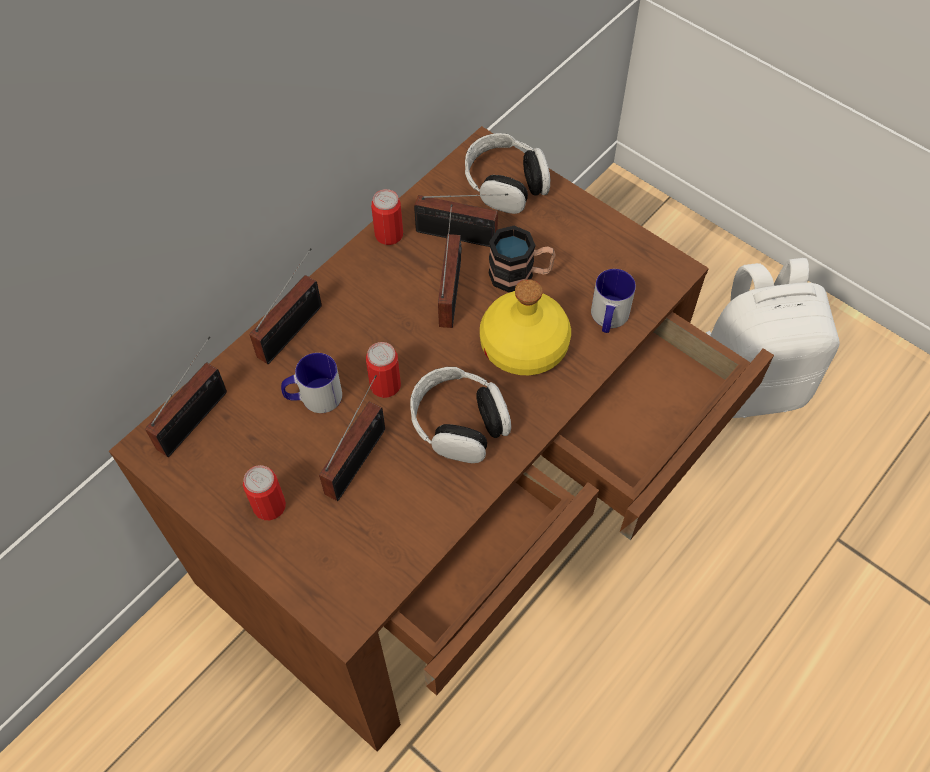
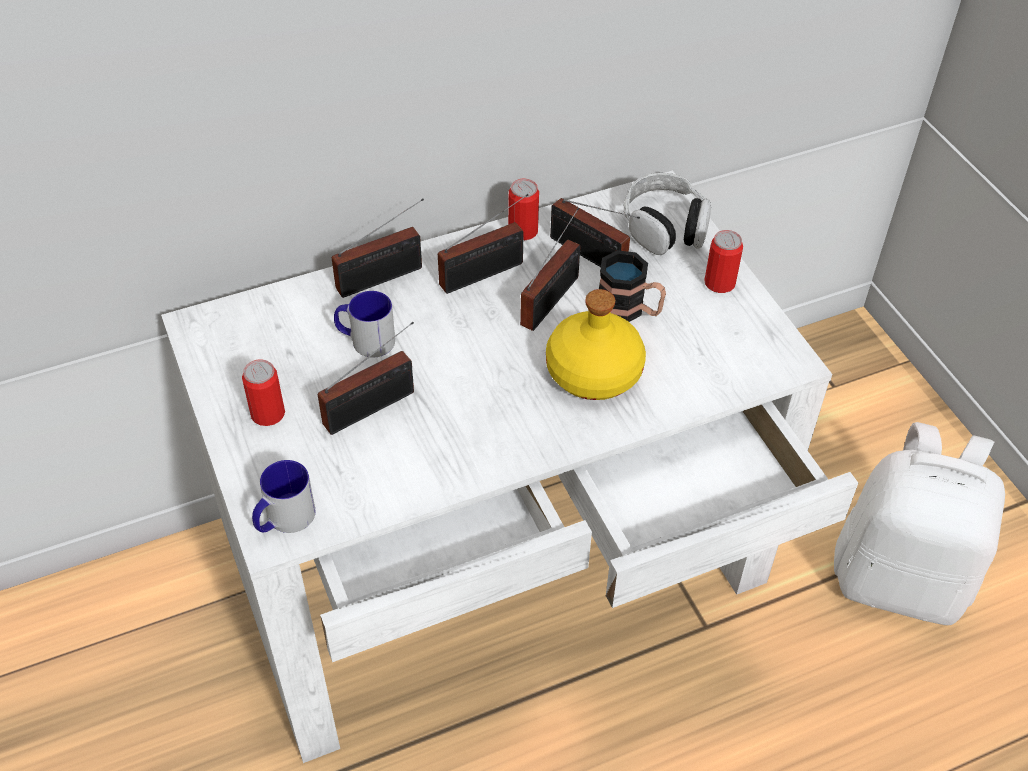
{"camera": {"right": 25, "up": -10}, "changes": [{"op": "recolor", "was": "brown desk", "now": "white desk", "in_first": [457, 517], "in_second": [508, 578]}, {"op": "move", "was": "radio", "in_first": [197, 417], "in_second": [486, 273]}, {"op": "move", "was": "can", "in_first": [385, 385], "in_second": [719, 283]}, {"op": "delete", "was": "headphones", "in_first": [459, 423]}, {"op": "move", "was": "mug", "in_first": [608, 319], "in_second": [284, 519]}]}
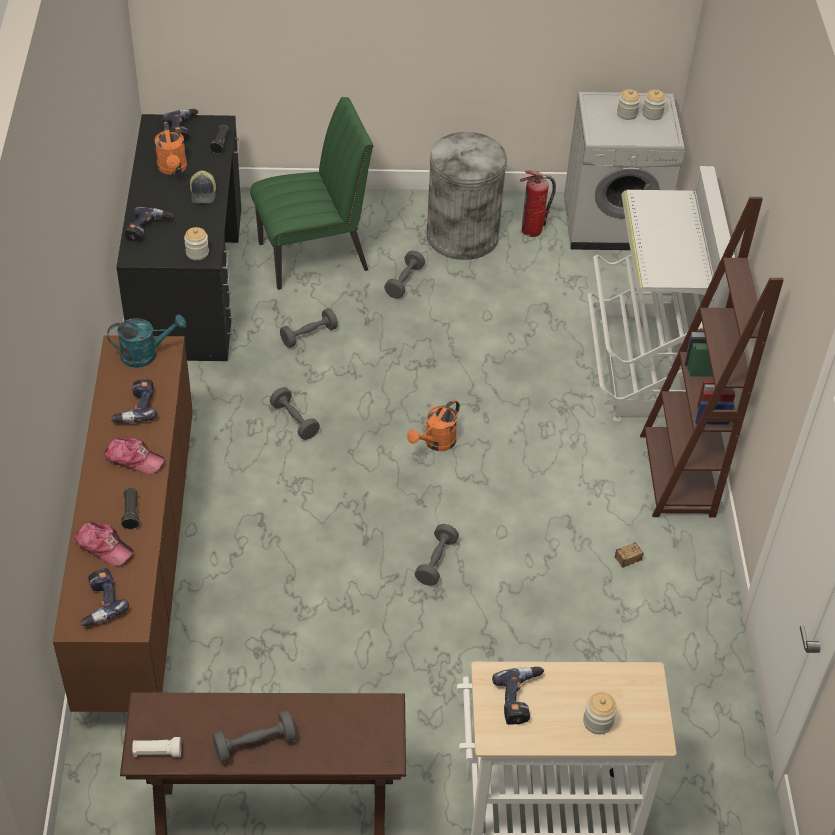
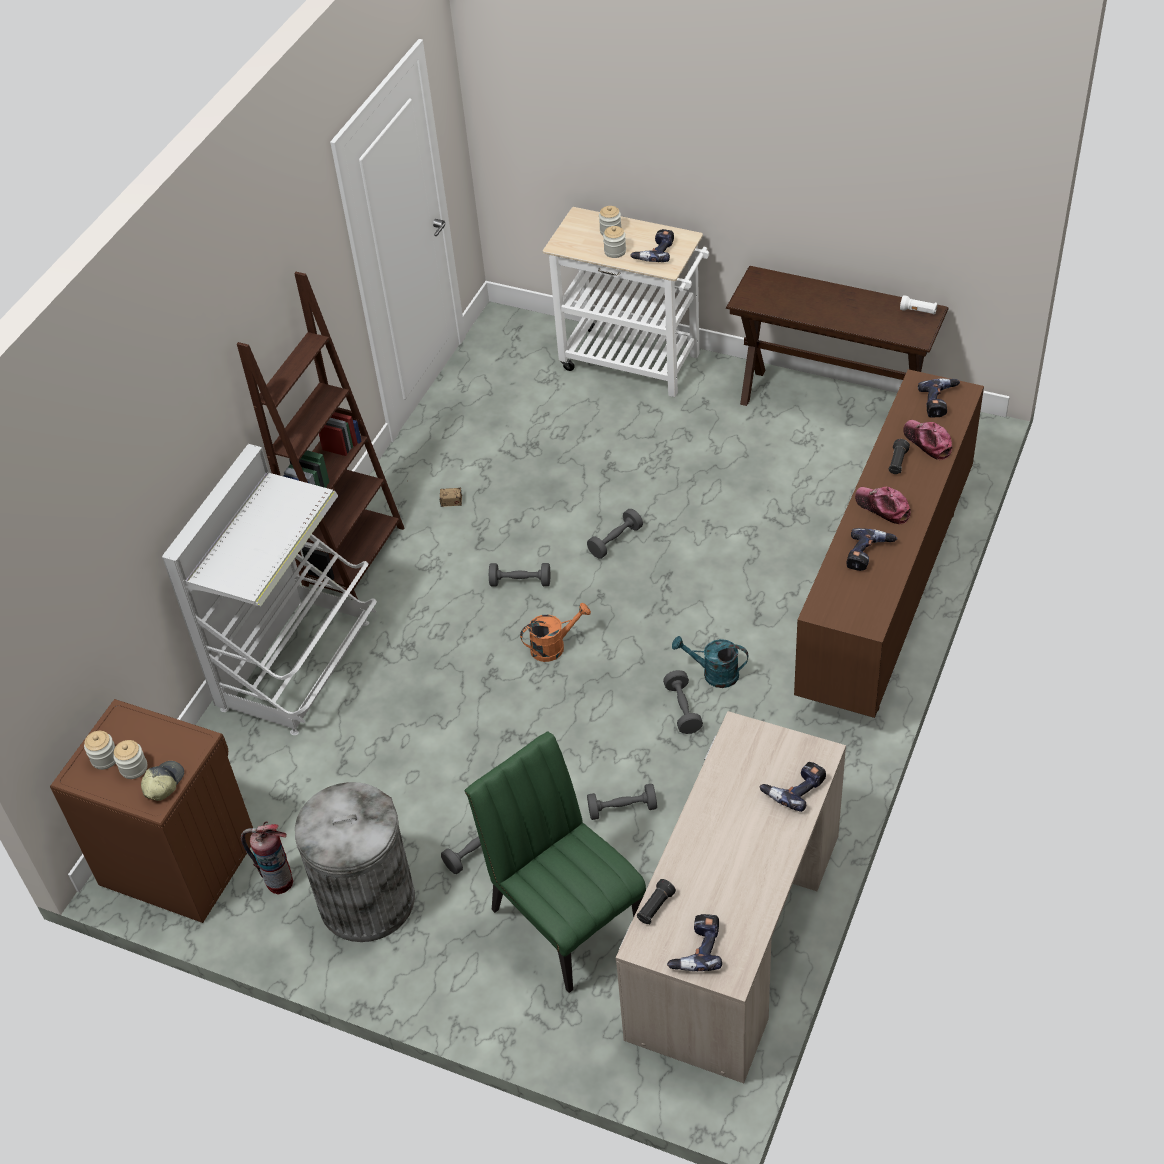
{"camera": {"right": -150, "up": 0}, "changes": [{"op": "move", "was": "turquoise watering can", "in_first": [146, 354], "in_second": [714, 674]}, {"op": "recolor", "was": "black desk", "now": "beige desk", "in_first": [189, 280], "in_second": [733, 934]}, {"op": "delete", "was": "orange watering can", "in_first": [173, 169]}, {"op": "move", "was": "jar", "in_first": [197, 253], "in_second": [615, 251]}, {"op": "move", "was": "cap", "in_first": [204, 193], "in_second": [163, 783]}, {"op": "move", "was": "grey dumbbell", "in_first": [255, 744], "in_second": [520, 582]}, {"op": "rotate", "was": "green chair", "in_first": [312, 257], "in_second": [567, 923], "clockwise": 45}, {"op": "recolor", "was": "white washing machine", "now": "brown washing machine", "in_first": [613, 225], "in_second": [179, 859]}]}
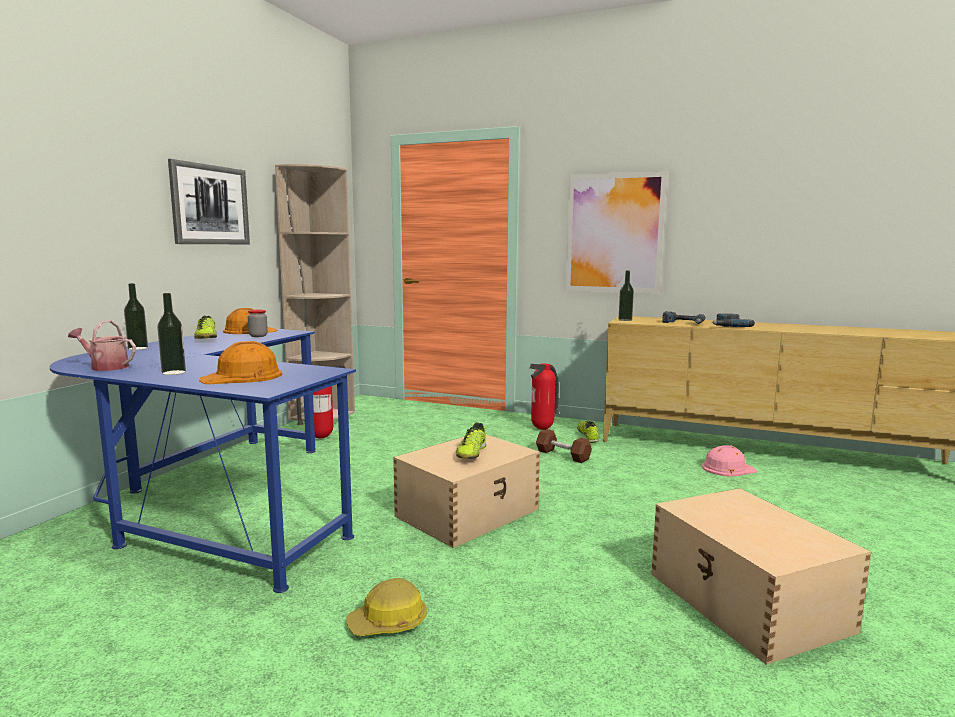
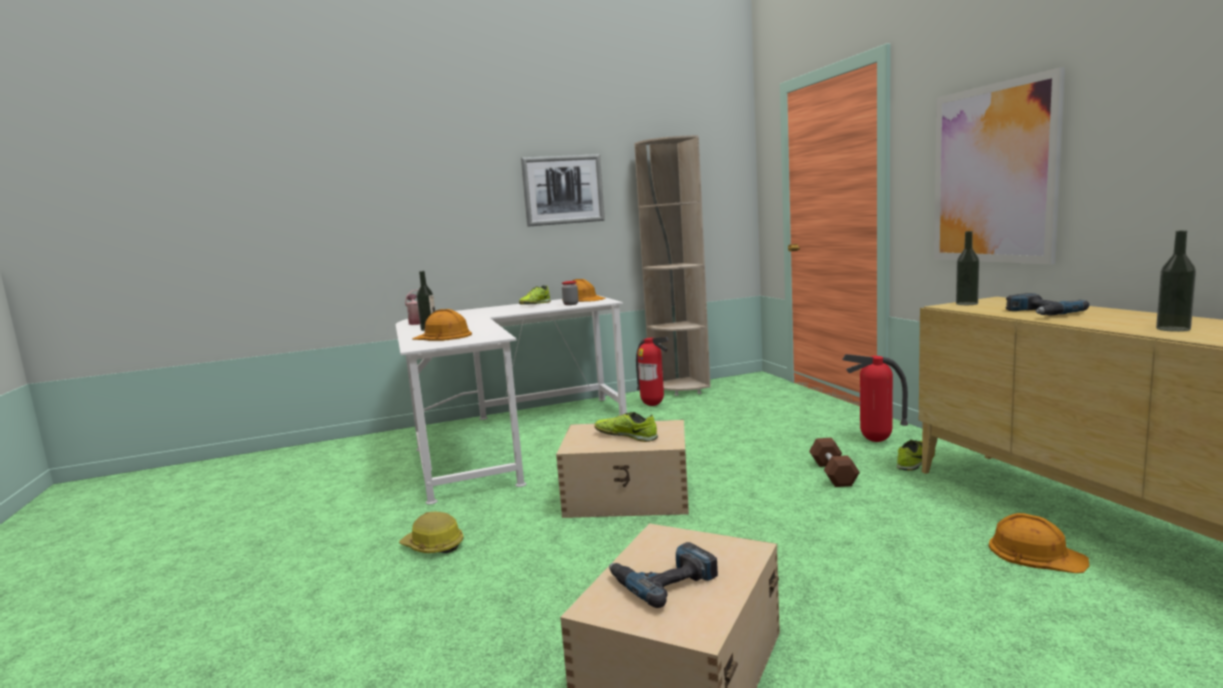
{"camera": {"right": 50, "up": 0}, "changes": [{"op": "recolor", "was": "blue desk", "now": "white desk", "in_first": [218, 503], "in_second": [504, 438]}, {"op": "move", "was": "bottle", "in_first": [138, 348], "in_second": [1173, 329]}, {"op": "rotate", "was": "shoe", "in_first": [471, 453], "in_second": [626, 436], "clockwise": 60}, {"op": "recolor", "was": "pink hard hat", "now": "orange hard hat", "in_first": [727, 468], "in_second": [1035, 553]}, {"op": "move", "was": "power drill", "in_first": [728, 326], "in_second": [663, 580]}]}
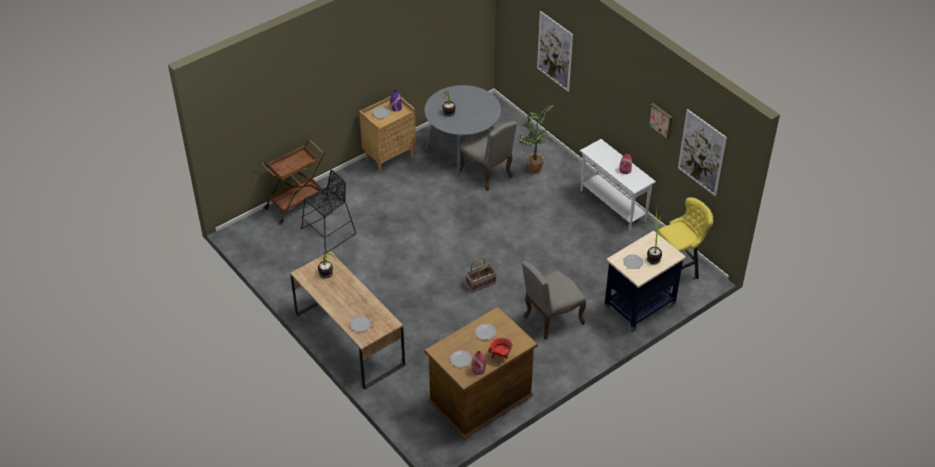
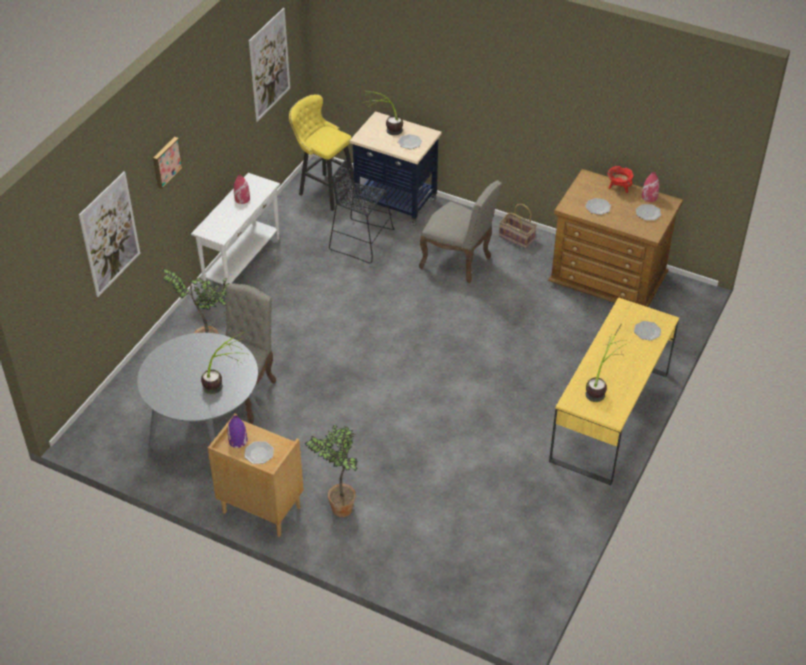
{"camera": {"right": -115, "up": 0}, "changes": [{"op": "delete", "was": "brown cart", "in_first": [297, 204]}, {"op": "recolor", "was": "brown desk", "now": "yellow desk", "in_first": [349, 339], "in_second": [609, 416]}, {"op": "move", "was": "black stool", "in_first": [328, 232], "in_second": [362, 240]}, {"op": "move", "was": "basket", "in_first": [481, 283], "in_second": [517, 238]}, {"op": "move", "was": "picture", "in_first": [661, 120], "in_second": [166, 162]}, {"op": "insert", "now": "potted plant", "in_second": [340, 507]}]}
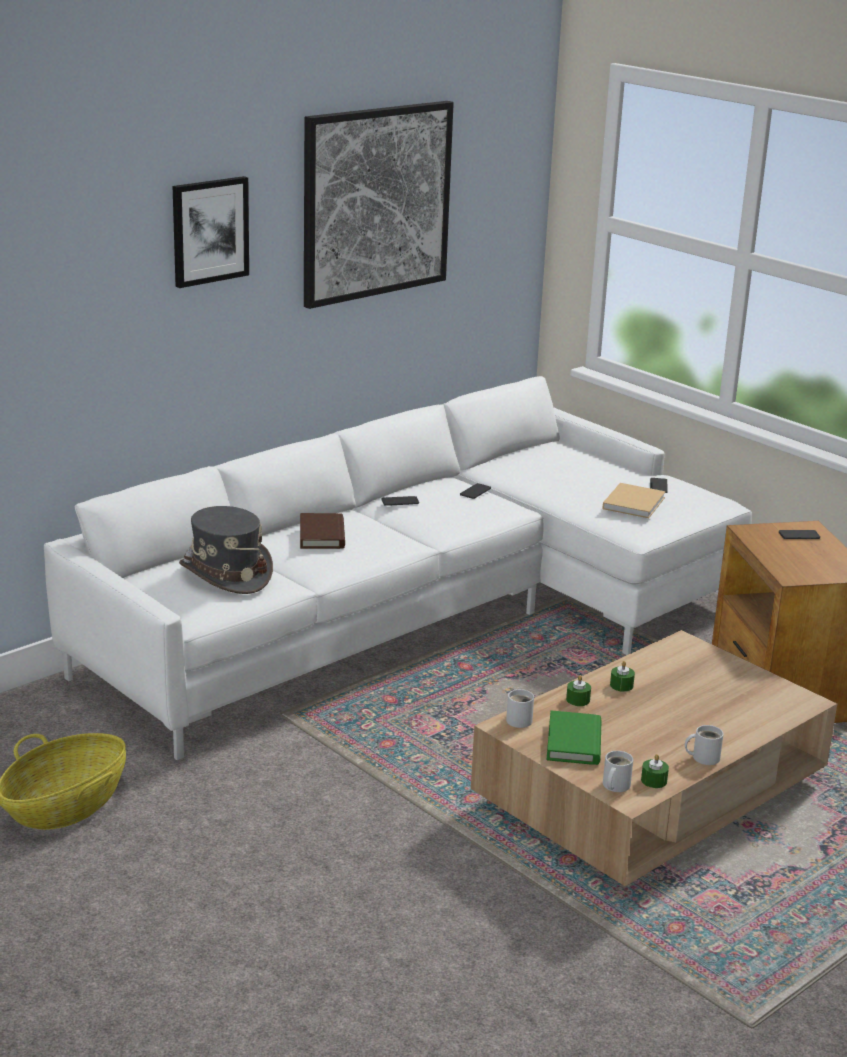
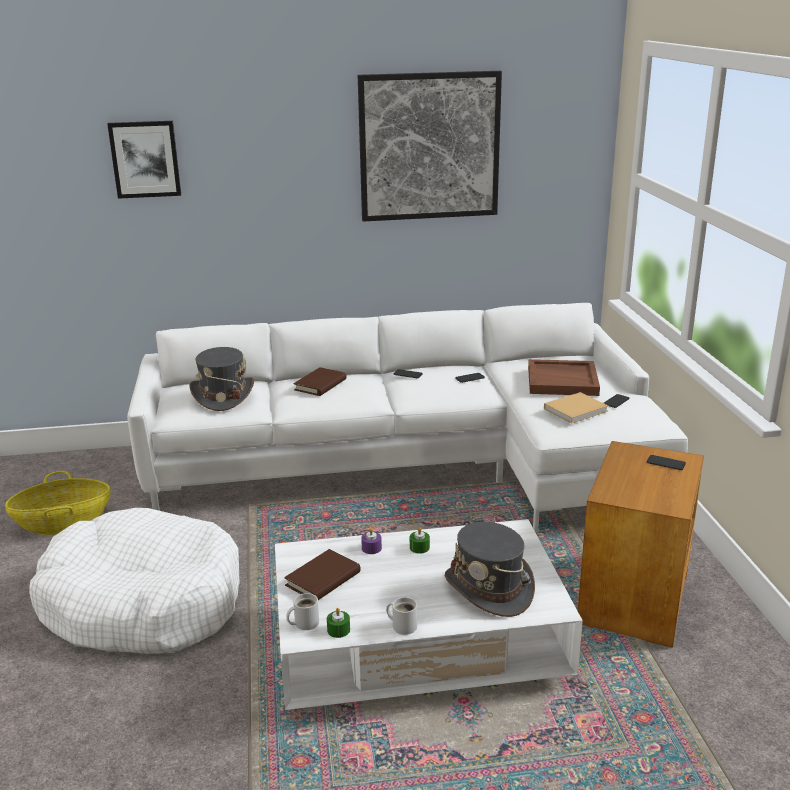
{"camera": {"right": 35, "up": 0}, "changes": [{"op": "move", "was": "picture", "in_first": [209, 231], "in_second": [145, 159]}, {"op": "recolor", "was": "brown coffee table", "now": "white coffee table", "in_first": [650, 794], "in_second": [418, 646]}, {"op": "delete", "was": "white mug", "in_first": [519, 719]}, {"op": "recolor", "was": "green book", "now": "brown book", "in_first": [574, 742], "in_second": [323, 579]}, {"op": "recolor", "was": "green candle", "now": "purple candle", "in_first": [578, 700], "in_second": [371, 548]}, {"op": "insert", "now": "white dog bed", "in_second": [142, 602]}, {"op": "insert", "now": "grey hat", "in_second": [489, 588]}, {"op": "insert", "now": "brown tray", "in_second": [563, 381]}]}
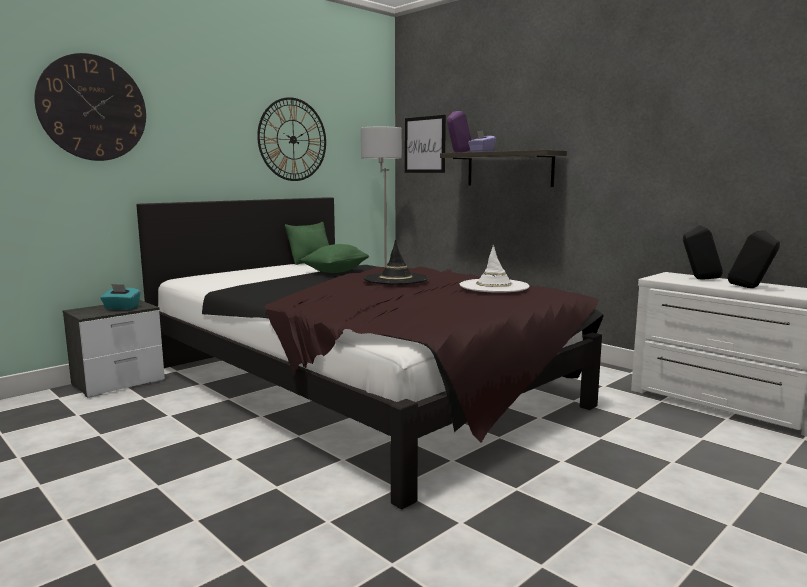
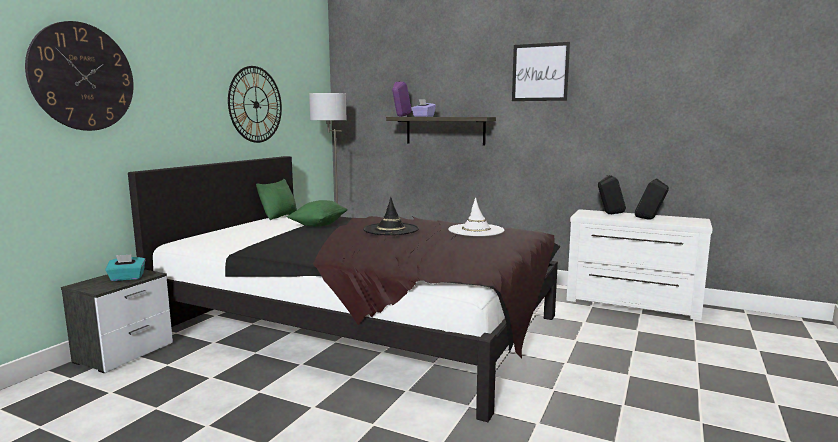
{"camera": {"right": -20, "up": 0}, "changes": [{"op": "move", "was": "picture", "in_first": [425, 144], "in_second": [540, 72]}]}
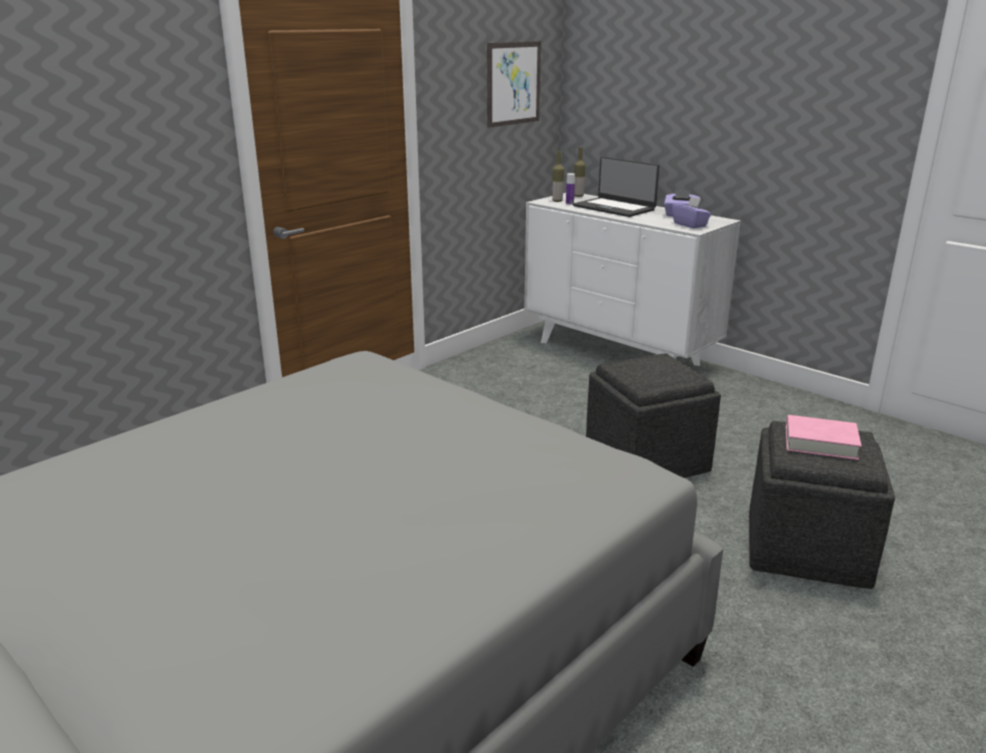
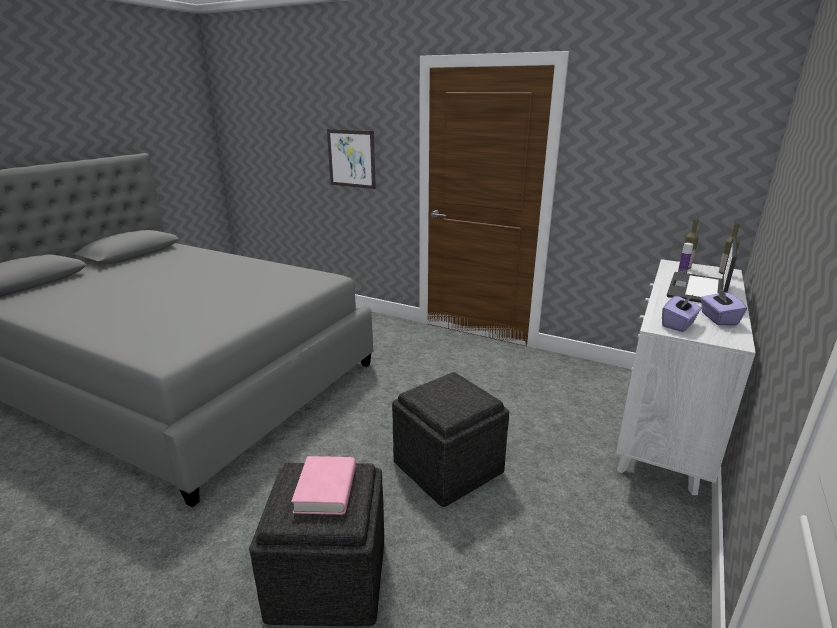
{"camera": {"right": 75, "up": 0}, "changes": [{"op": "move", "was": "picture", "in_first": [513, 83], "in_second": [351, 158]}]}
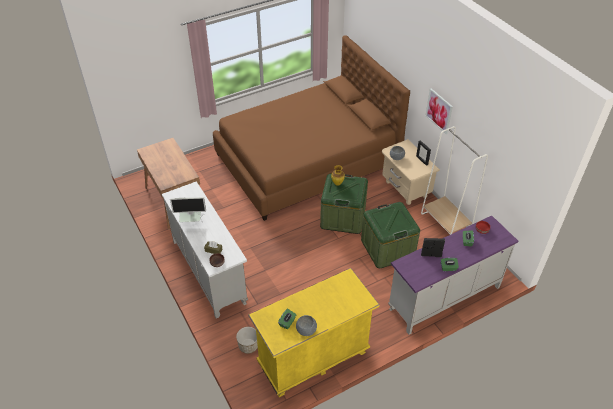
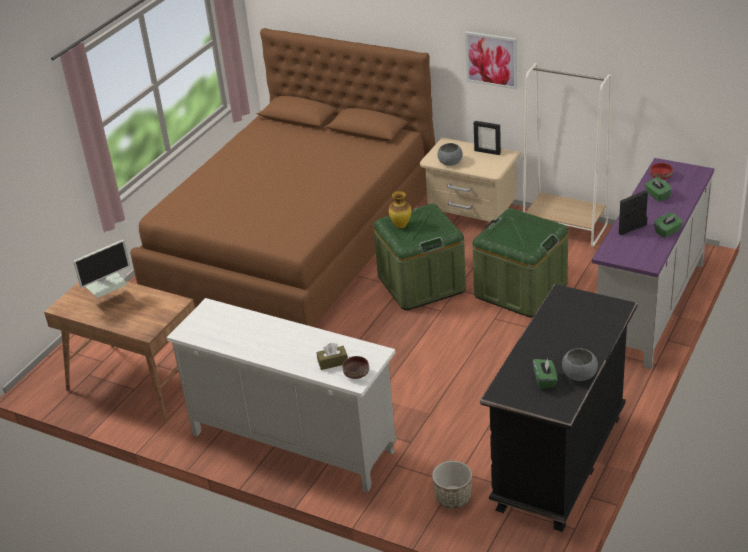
{"camera": {"right": -30, "up": -10}, "changes": [{"op": "move", "was": "monitor", "in_first": [192, 222], "in_second": [110, 299]}, {"op": "recolor", "was": "yellow dresser", "now": "black dresser", "in_first": [313, 358], "in_second": [559, 462]}]}
